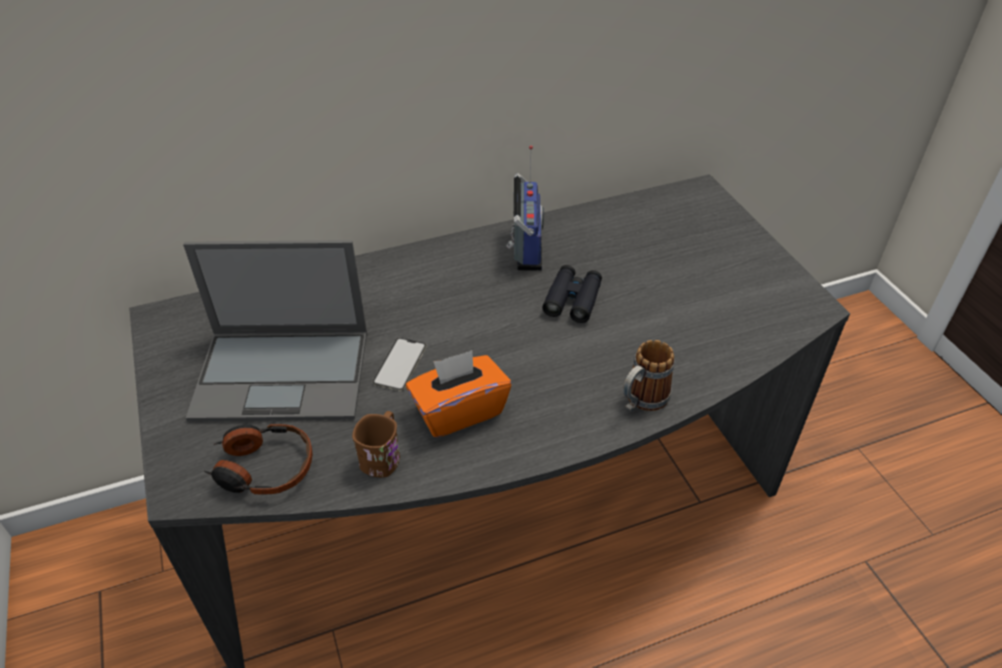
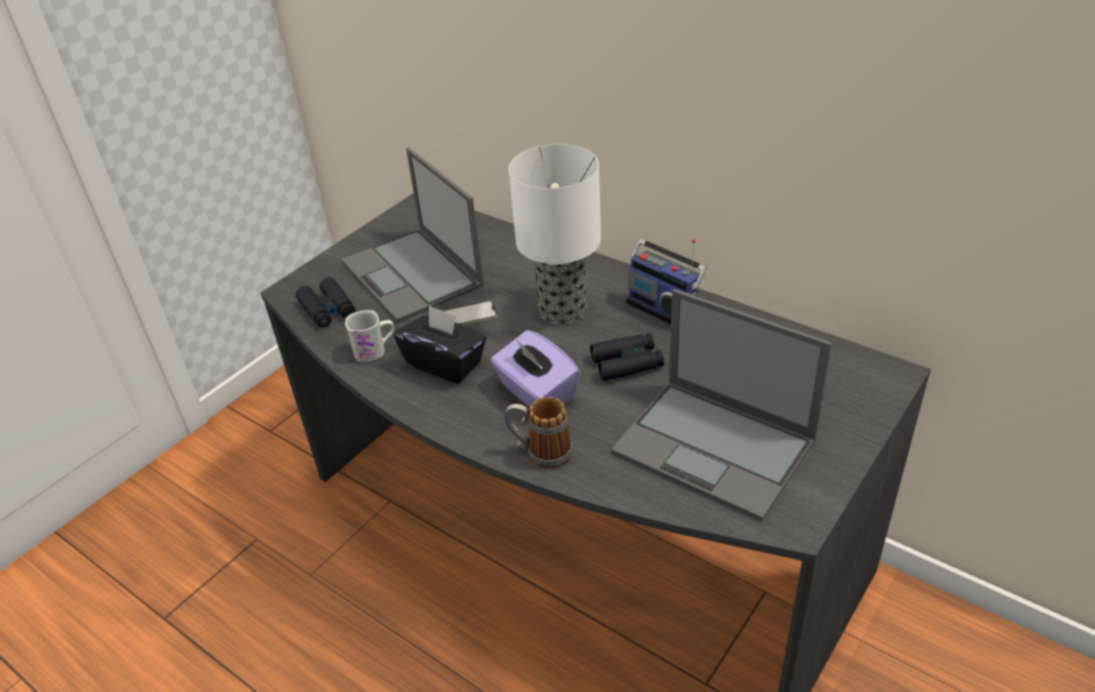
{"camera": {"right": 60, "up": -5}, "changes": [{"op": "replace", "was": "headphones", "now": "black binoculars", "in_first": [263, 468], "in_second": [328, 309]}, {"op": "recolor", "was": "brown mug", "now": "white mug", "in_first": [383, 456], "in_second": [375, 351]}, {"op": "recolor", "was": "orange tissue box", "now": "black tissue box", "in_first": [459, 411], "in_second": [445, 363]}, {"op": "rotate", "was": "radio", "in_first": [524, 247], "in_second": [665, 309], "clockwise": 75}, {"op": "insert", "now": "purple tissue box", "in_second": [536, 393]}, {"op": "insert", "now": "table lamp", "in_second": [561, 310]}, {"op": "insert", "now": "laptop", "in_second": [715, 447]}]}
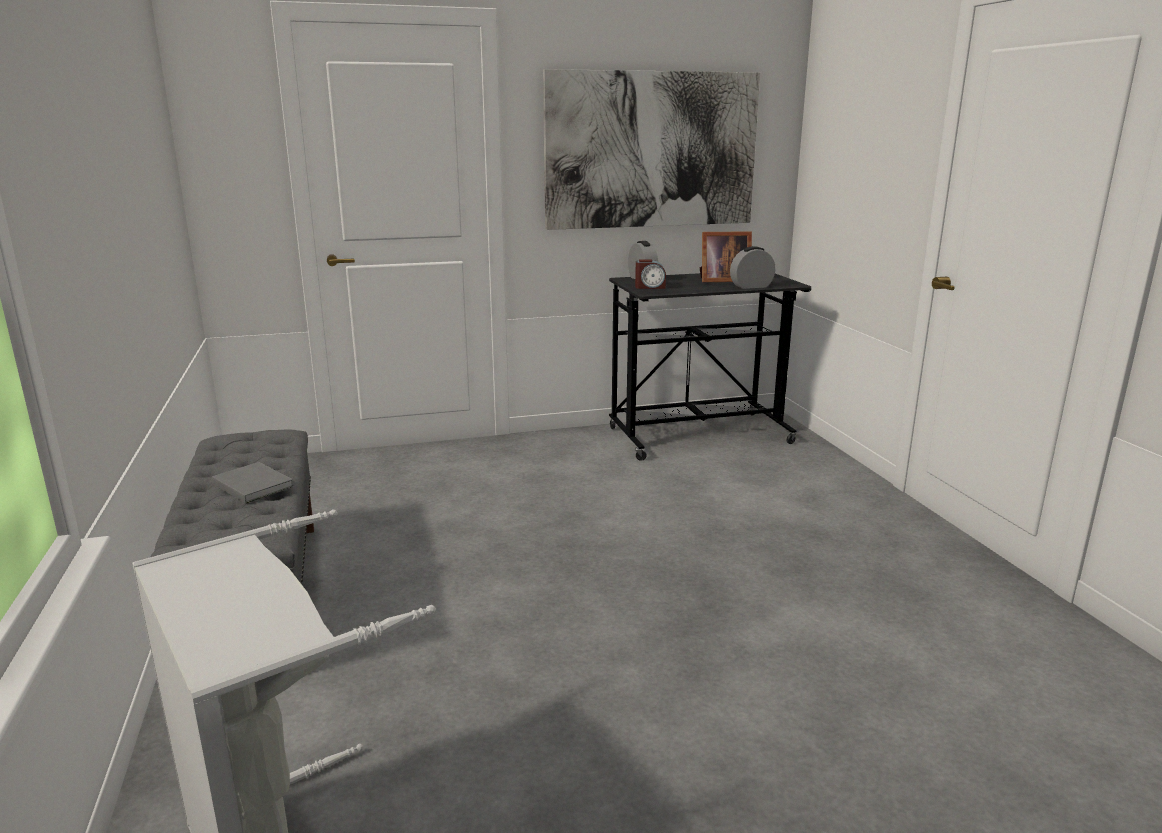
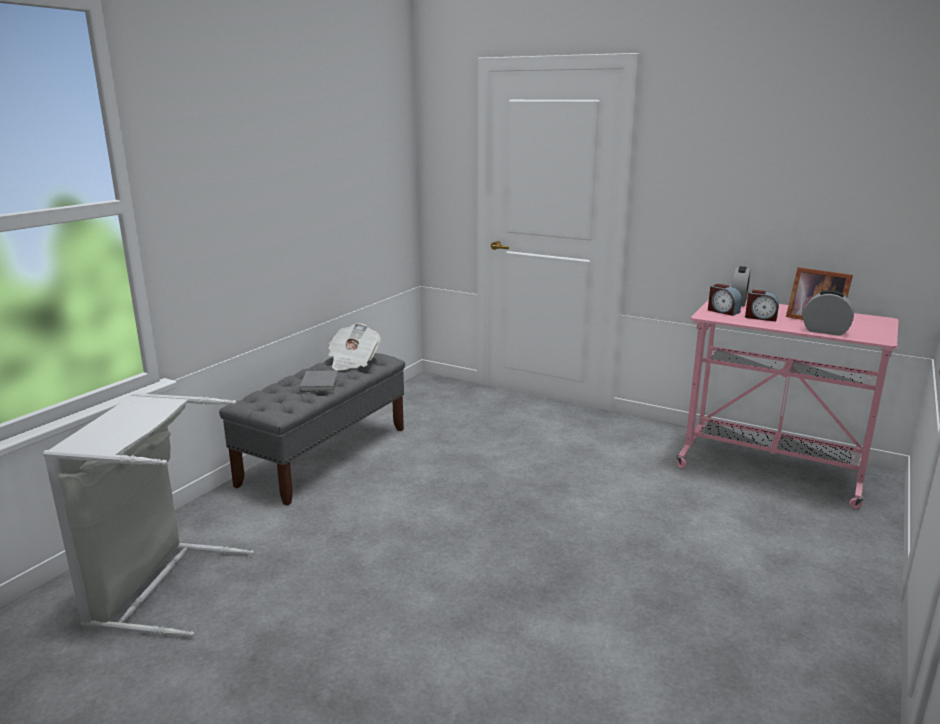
{"camera": {"right": 45, "up": 0}, "changes": [{"op": "delete", "was": "picture", "in_first": [651, 150]}, {"op": "recolor", "was": "black desk", "now": "pink desk", "in_first": [699, 435], "in_second": [771, 467]}, {"op": "insert", "now": "newspaper", "in_second": [353, 361]}, {"op": "insert", "now": "alarm clock", "in_second": [760, 317]}]}
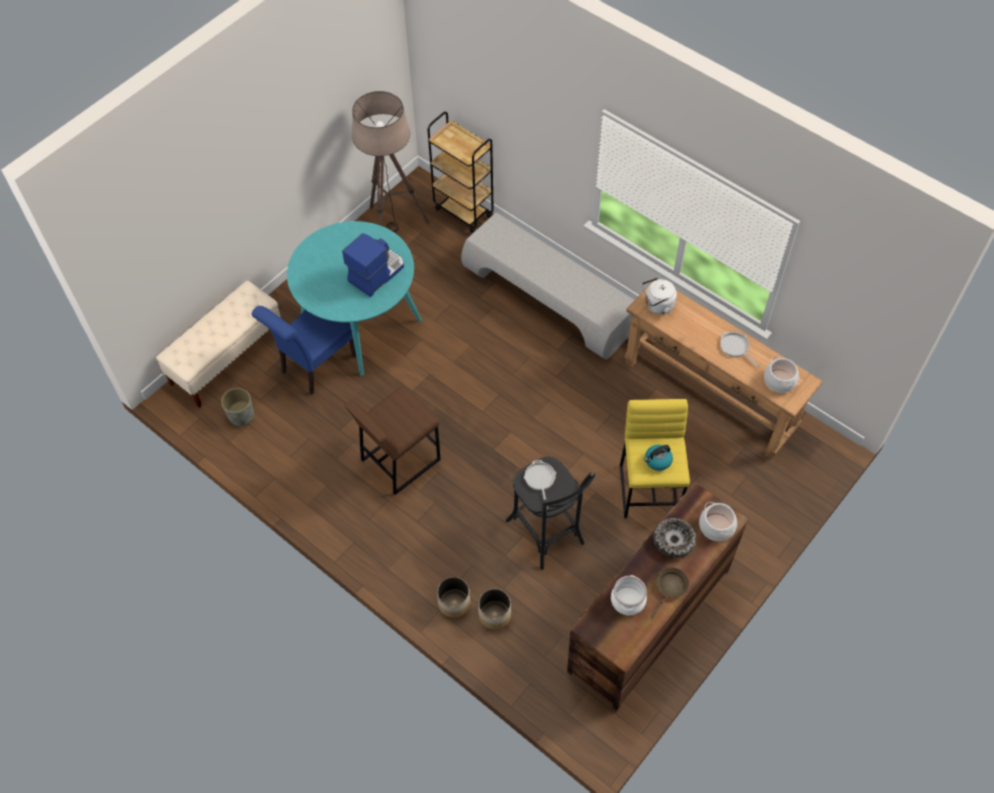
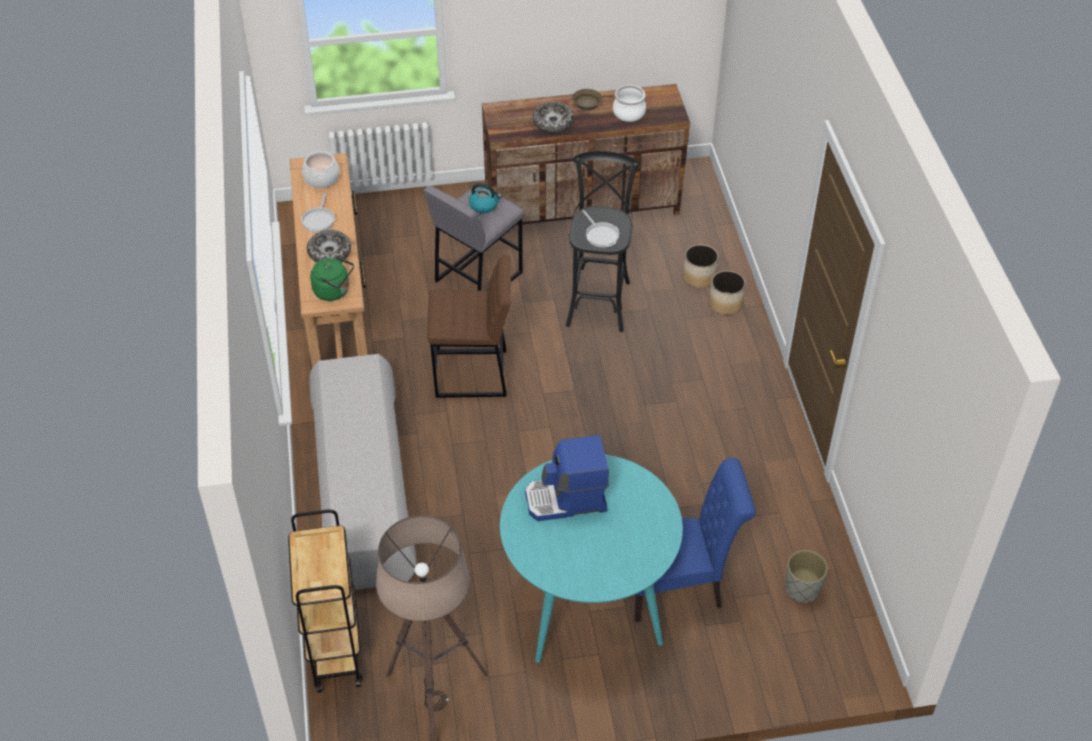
{"camera": {"right": -140, "up": -10}, "changes": [{"op": "delete", "was": "beige bench", "in_first": [228, 358]}, {"op": "move", "was": "brown stool", "in_first": [399, 461], "in_second": [473, 373]}, {"op": "rotate", "was": "frying pan", "in_first": [540, 480], "in_second": [601, 235], "clockwise": -60}, {"op": "recolor", "was": "yellow stool", "now": "grey stool", "in_first": [648, 488], "in_second": [477, 278]}, {"op": "recolor", "was": "white kettle", "now": "green kettle", "in_first": [657, 305], "in_second": [334, 291]}, {"op": "delete", "was": "cooking pot", "in_first": [716, 526]}, {"op": "insert", "now": "bowl", "in_second": [329, 252]}]}
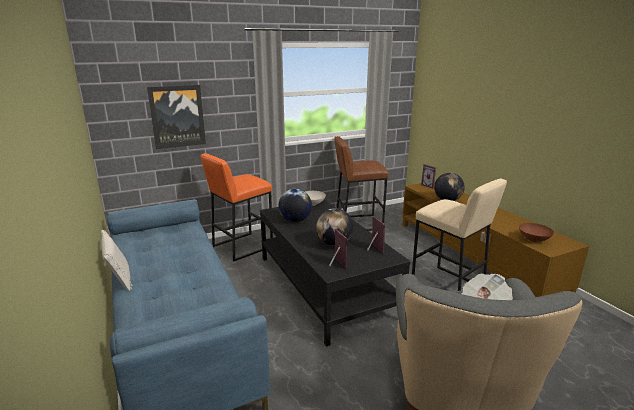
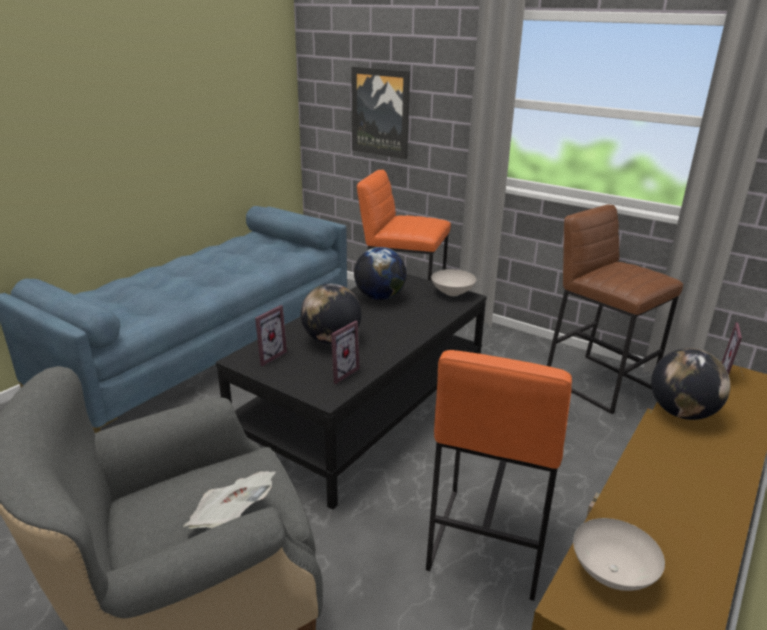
{"camera": {"right": 60, "up": 5}, "changes": [{"op": "delete", "was": "white pillow", "in_first": [119, 277]}, {"op": "recolor", "was": "beige stool", "now": "orange stool", "in_first": [448, 286], "in_second": [488, 542]}, {"op": "recolor", "was": "brown bowl", "now": "white bowl", "in_first": [533, 240], "in_second": [610, 572]}]}
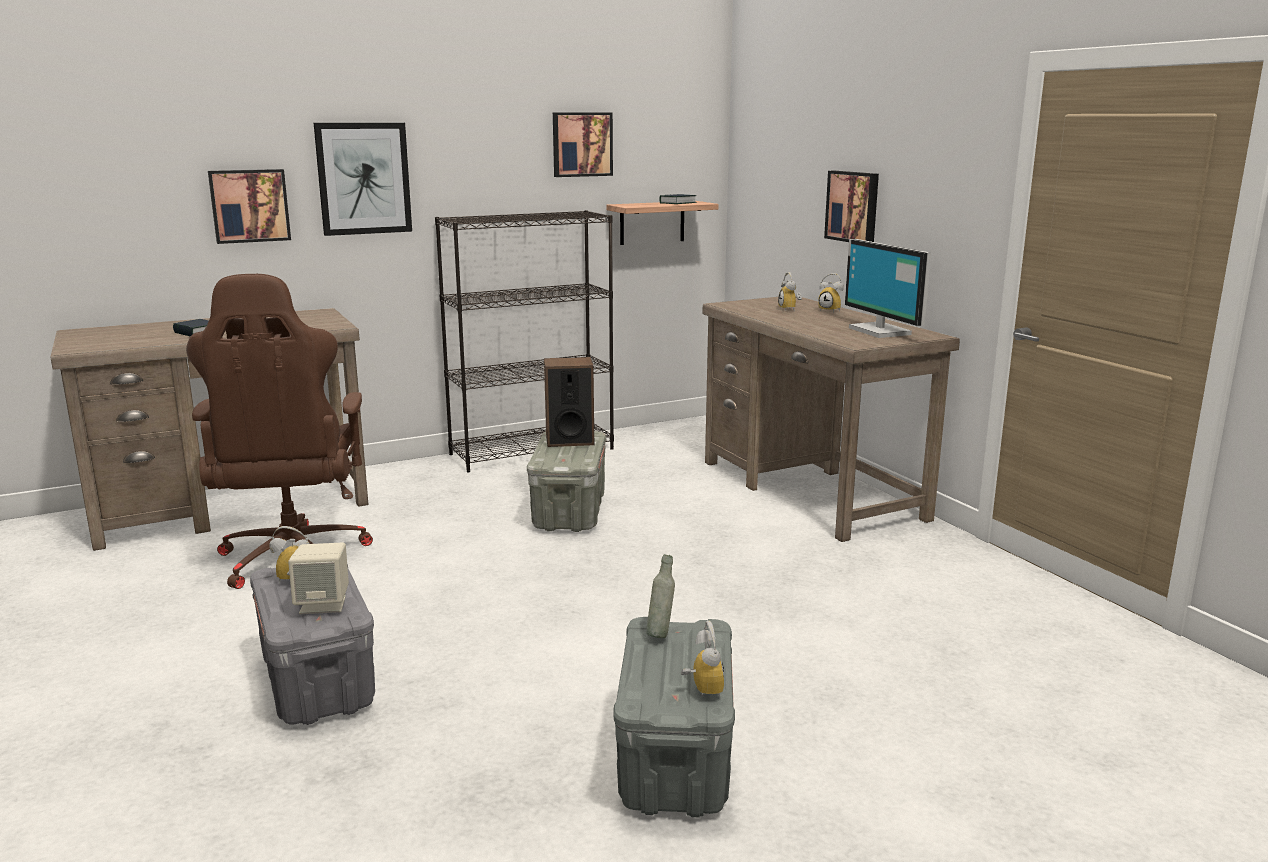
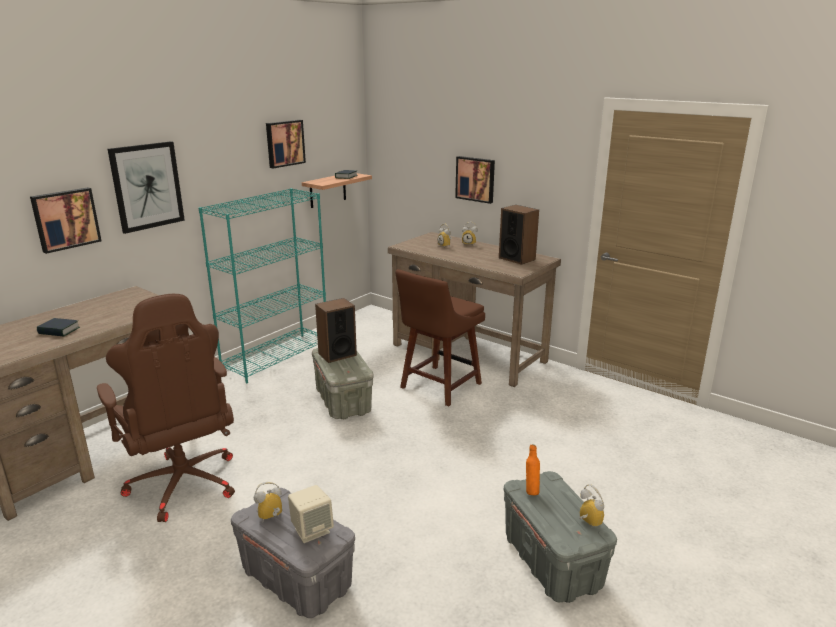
{"camera": {"right": -25, "up": 5}, "changes": [{"op": "recolor", "was": "black bookcase", "now": "turquoise bookcase", "in_first": [532, 451], "in_second": [276, 357]}, {"op": "recolor", "was": "grey bottle", "now": "orange bottle", "in_first": [660, 633], "in_second": [531, 491]}, {"op": "replace", "was": "monitor", "now": "speaker", "in_first": [881, 331], "in_second": [517, 258]}, {"op": "insert", "now": "brown stool", "in_second": [438, 386]}]}
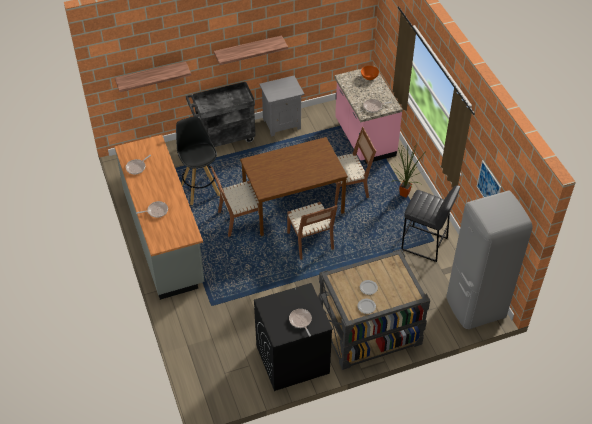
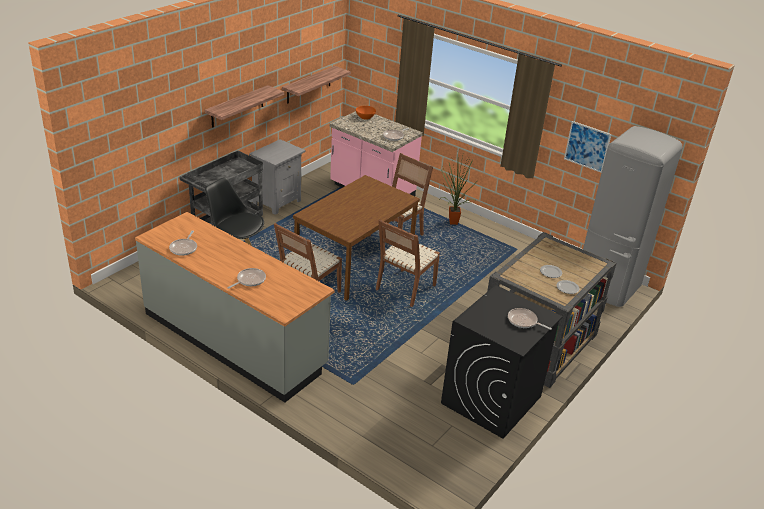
{"camera": {"right": -35, "up": -15}, "changes": [{"op": "move", "was": "shelf", "in_first": [151, 76], "in_second": [309, 85]}, {"op": "rotate", "was": "chair", "in_first": [310, 243], "in_second": [404, 289], "clockwise": 90}, {"op": "delete", "was": "grey stool", "in_first": [425, 244]}]}
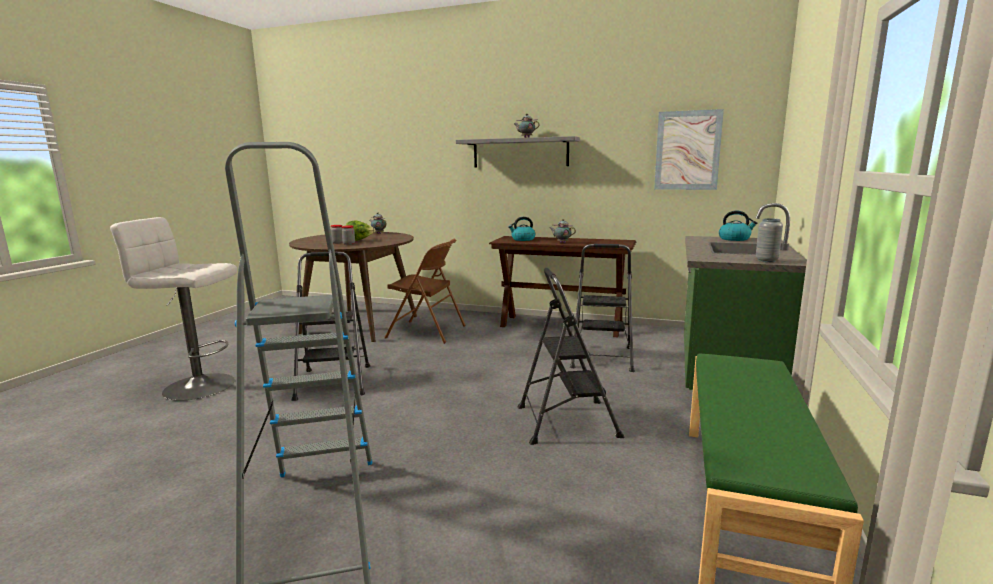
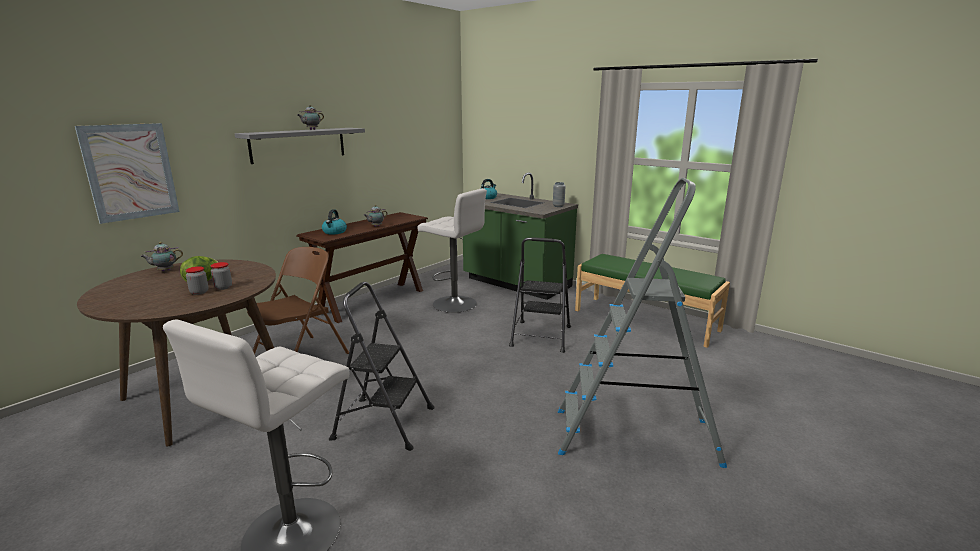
{"camera": {"right": -70, "up": 5}, "changes": [{"op": "replace", "was": "black step ladder", "now": "white stool", "in_first": [601, 358], "in_second": [454, 304]}, {"op": "move", "was": "picture", "in_first": [687, 150], "in_second": [130, 172]}]}
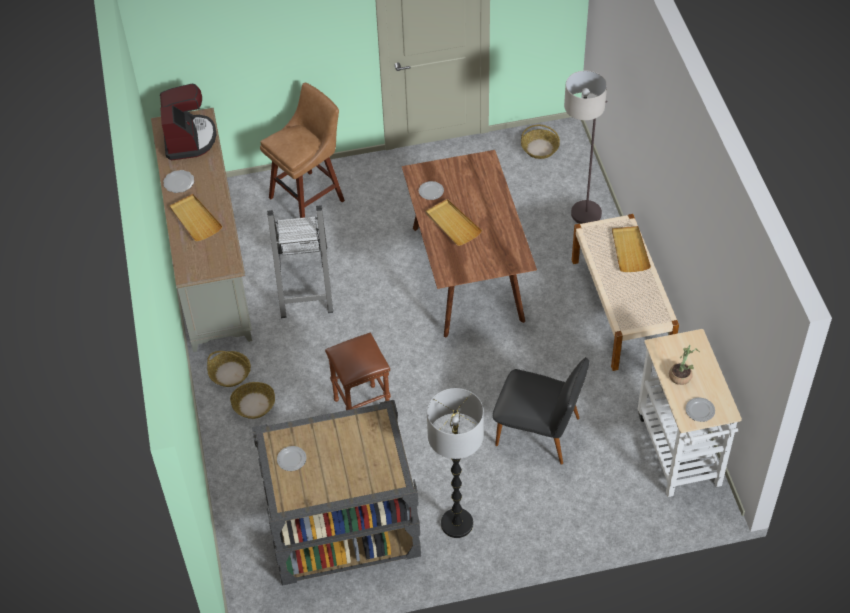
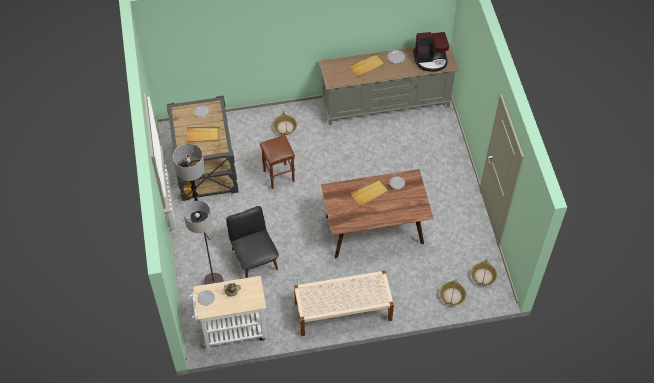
{"camera": {"right": 90, "up": 5}, "changes": [{"op": "move", "was": "basket", "in_first": [229, 373], "in_second": [452, 295]}, {"op": "delete", "was": "brown stool", "in_first": [309, 197]}, {"op": "delete", "was": "grey step ladder", "in_first": [304, 282]}, {"op": "rotate", "was": "black chair", "in_first": [538, 431], "in_second": [254, 259], "clockwise": 135}, {"op": "move", "was": "grey floor lamp", "in_first": [579, 218], "in_second": [210, 278]}, {"op": "move", "was": "beige tray", "in_first": [629, 250], "in_second": [203, 135]}]}
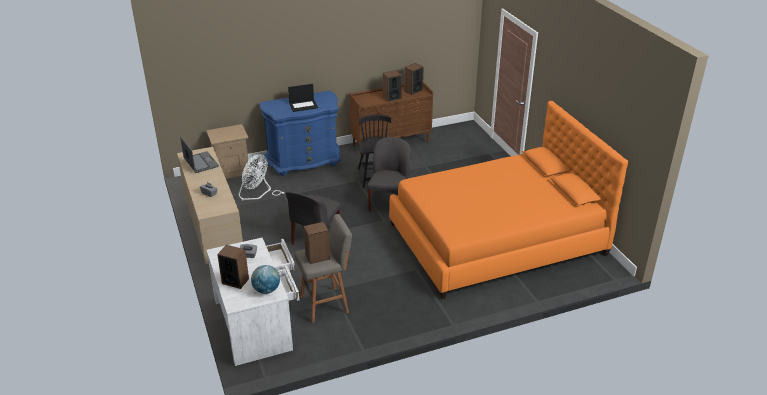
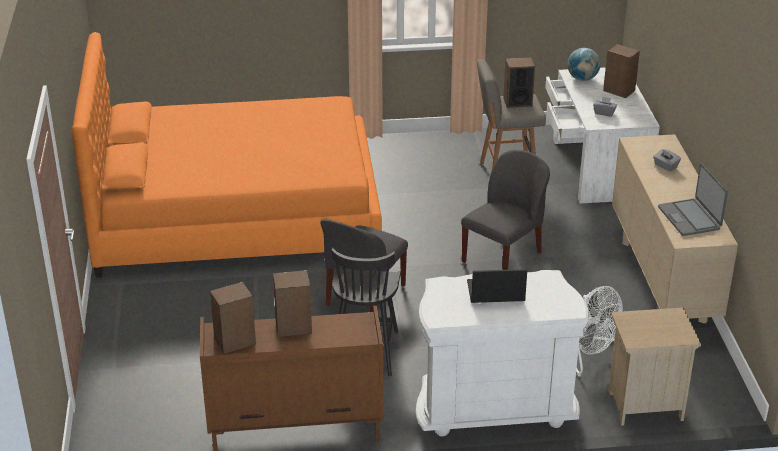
{"camera": {"right": -165, "up": 0}, "changes": [{"op": "recolor", "was": "blue dresser", "now": "white dresser", "in_first": [305, 163], "in_second": [493, 408]}]}
